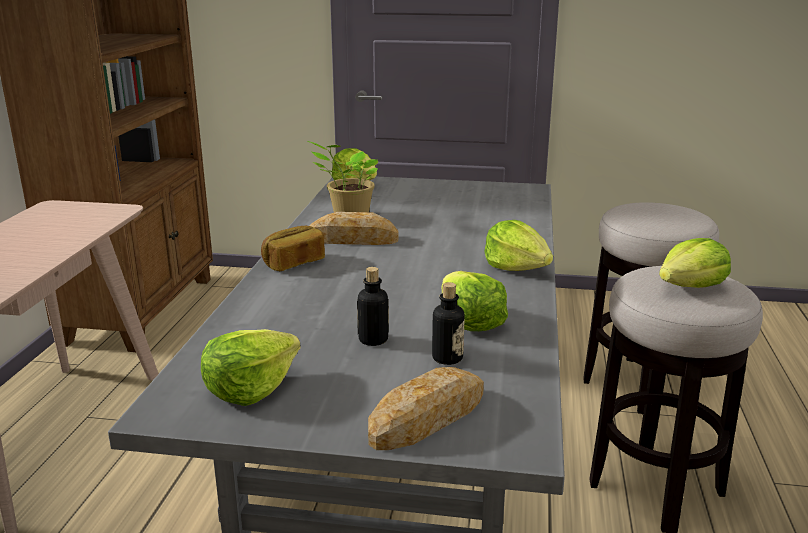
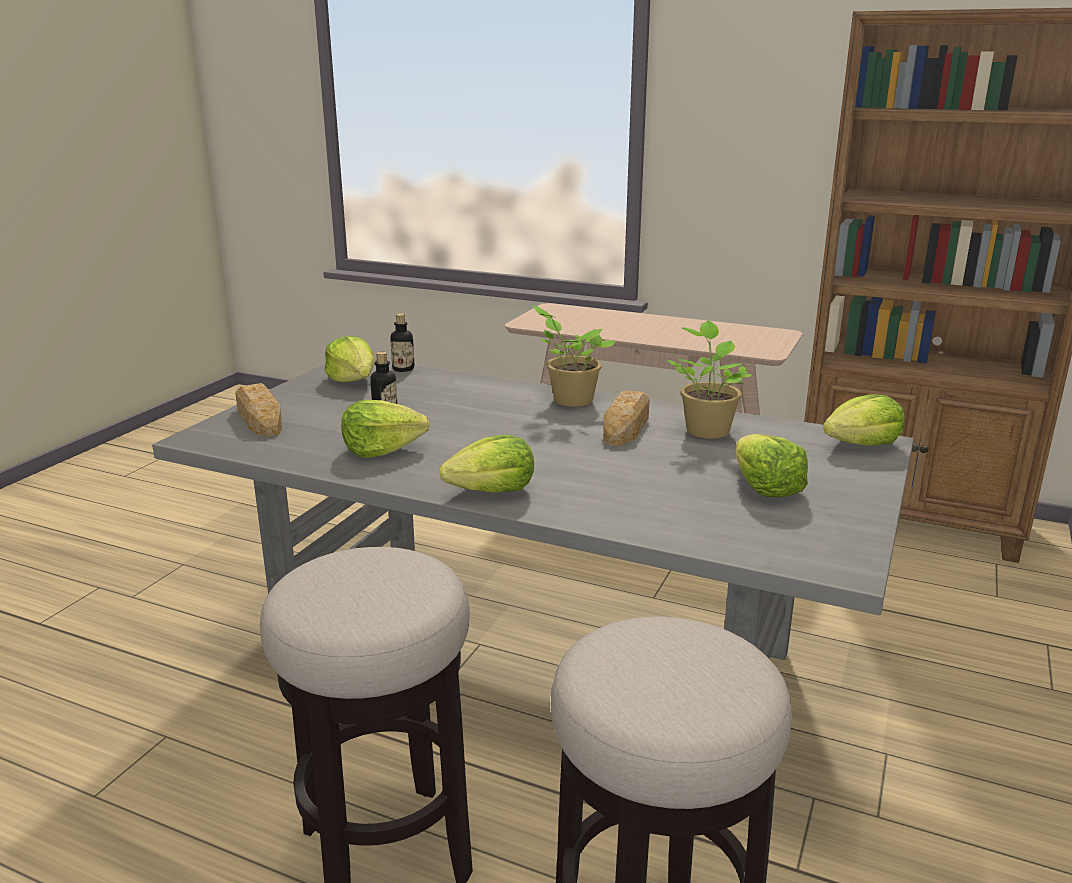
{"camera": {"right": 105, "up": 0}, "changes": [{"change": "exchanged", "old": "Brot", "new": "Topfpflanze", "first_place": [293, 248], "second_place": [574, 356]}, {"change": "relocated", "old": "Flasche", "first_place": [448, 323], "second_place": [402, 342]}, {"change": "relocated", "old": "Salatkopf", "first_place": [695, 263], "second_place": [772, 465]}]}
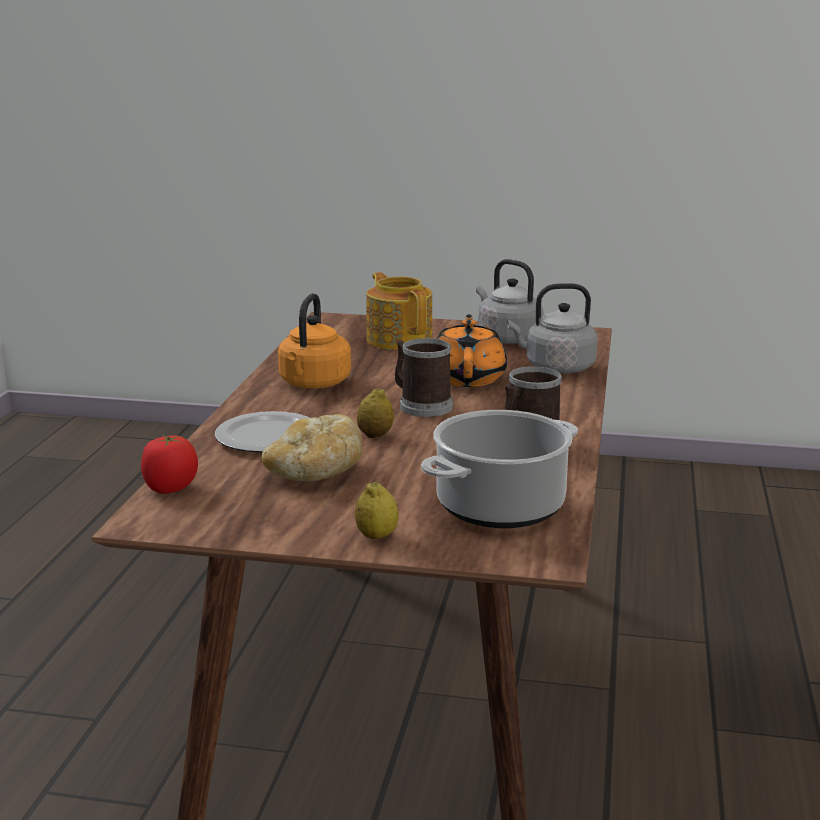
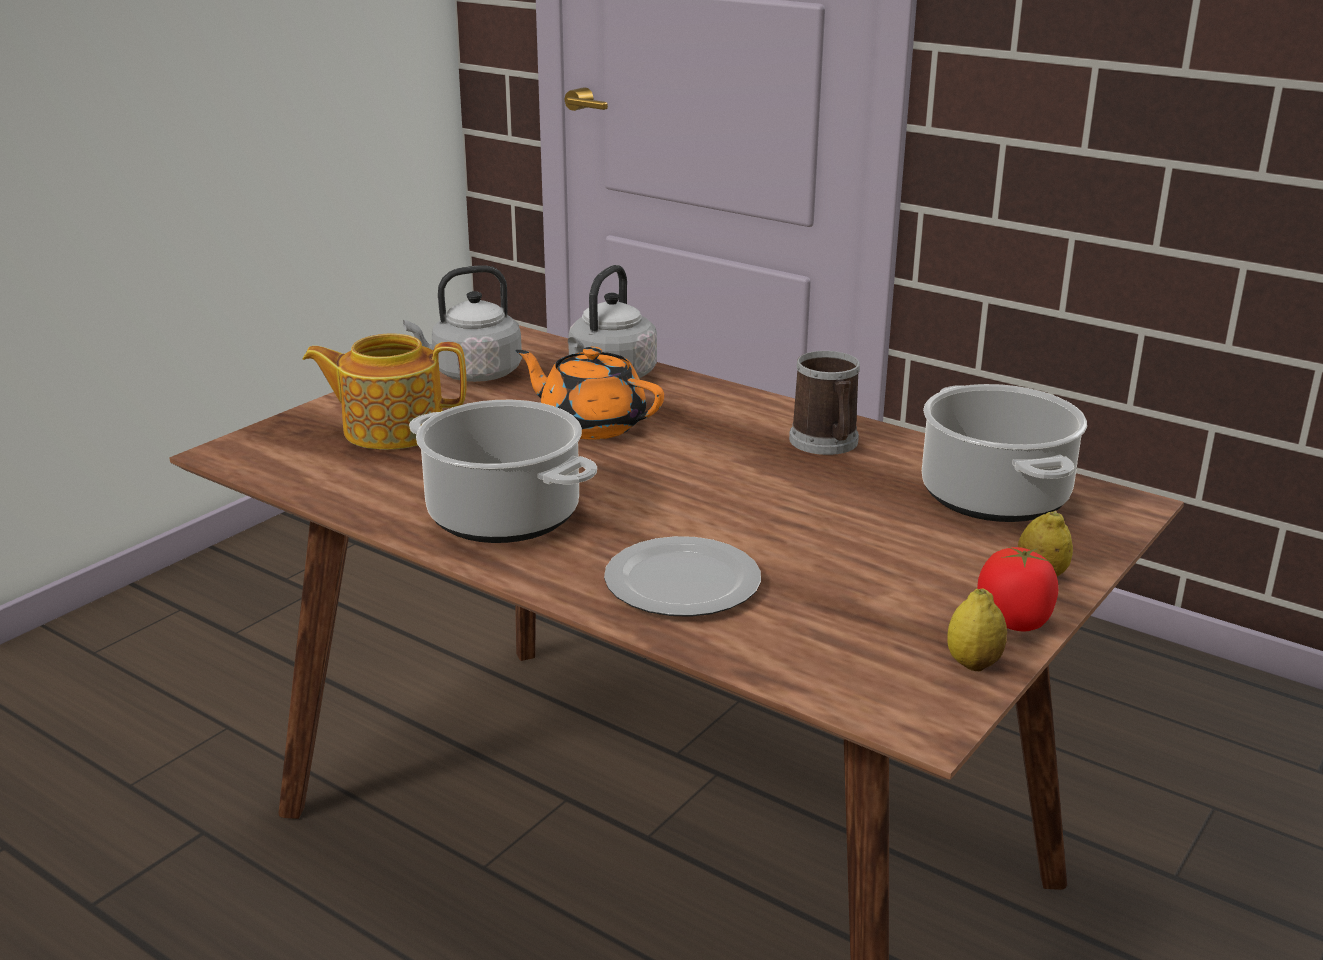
{"camera": {"right": -65, "up": 5}, "changes": [{"change": "relocated", "old": "Tomate", "first_place": [169, 464], "second_place": [1017, 589]}, {"change": "missing", "old": "Brot", "first_place": [312, 447]}, {"change": "exchanged", "old": "Wasserkessel [orange]", "new": "Kochtopf", "first_place": [314, 340], "second_place": [503, 471]}, {"change": "relocated", "old": "Zitrone", "first_place": [375, 413], "second_place": [977, 630]}, {"change": "missing", "old": "Henkelbecher", "first_place": [424, 377]}]}
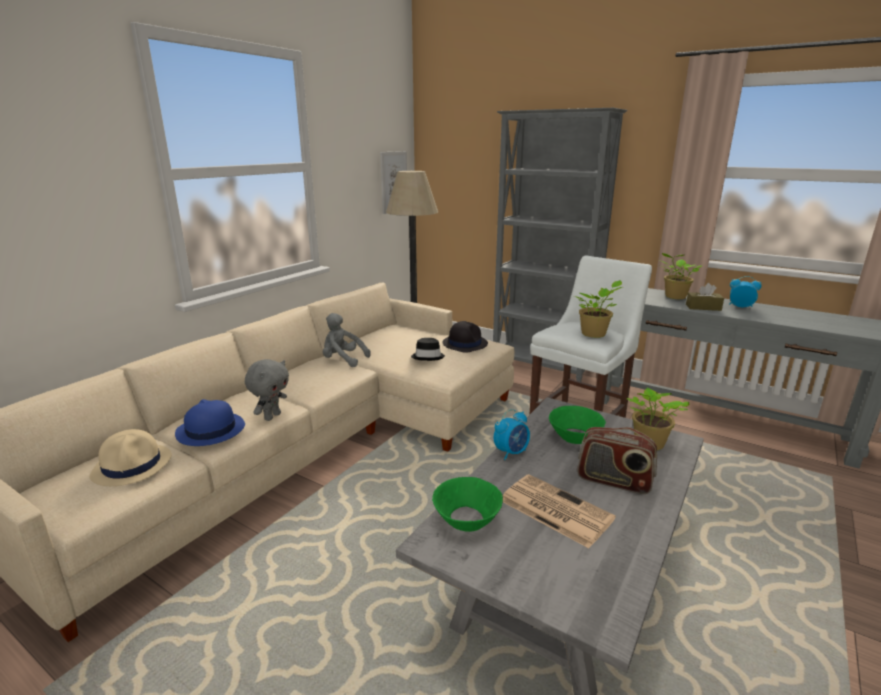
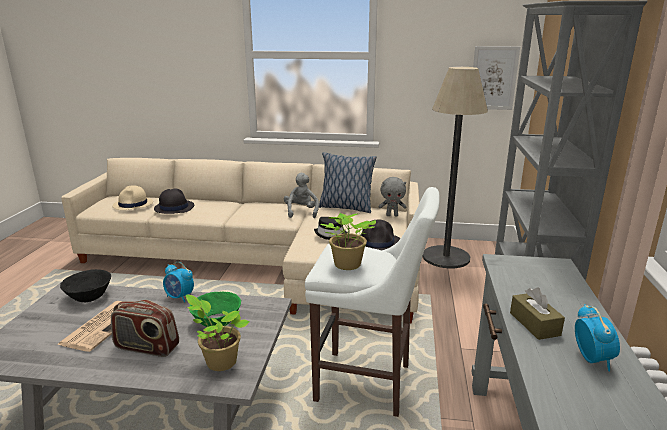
{"camera": {"right": 65, "up": 0}, "changes": [{"change": "colour", "old": "Hut [blau]", "new": "Hut [schwarz]", "first_place": [210, 422], "second_place": [174, 201]}, {"change": "relocated", "old": "Plüschtier [grau]", "first_place": [267, 390], "second_place": [392, 196]}, {"change": "colour", "old": "Schüssel [grün]", "new": "Schüssel [schwarz]", "first_place": [467, 504], "second_place": [85, 286]}, {"change": "spun", "old": "Radio", "first_place": [617, 460], "second_place": [145, 328], "degrees": -75}, {"change": "missing", "old": "Topfpflanze", "first_place": [680, 276]}, {"change": "appeared", "new": "Kissen", "second_place": [347, 183]}]}
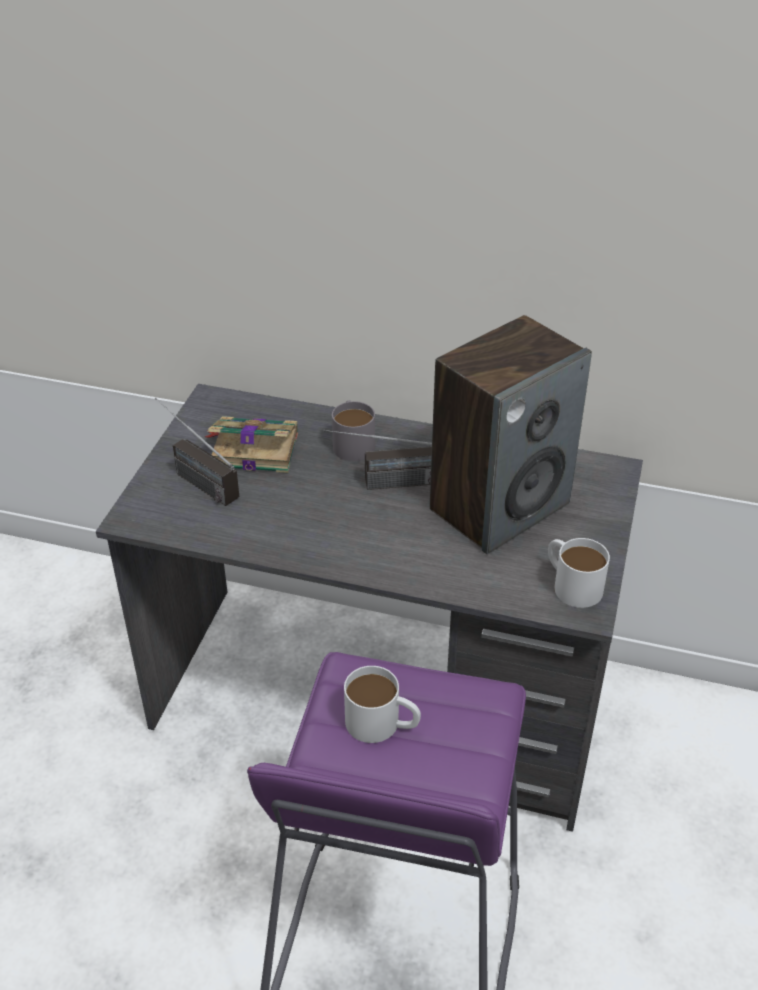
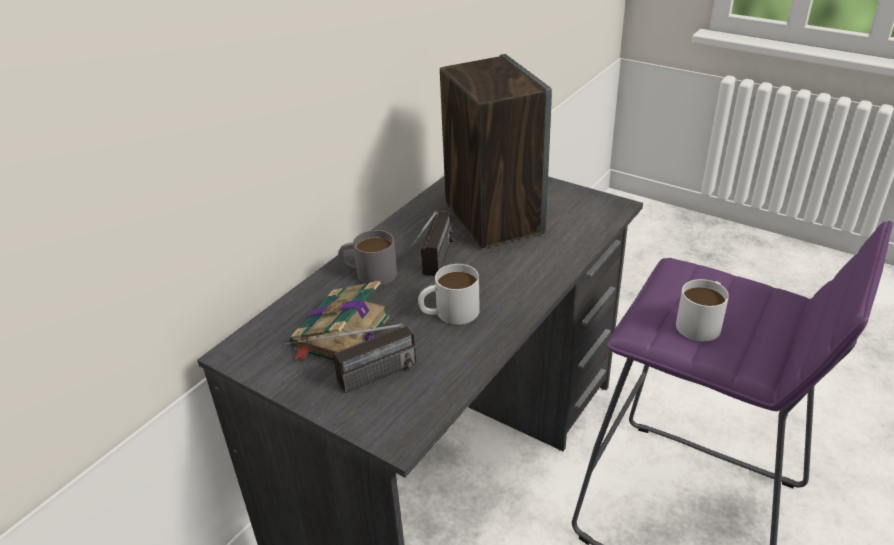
{"camera": {"right": -70, "up": -5}, "changes": [{"change": "relocated", "old": "Henkelbecher [weiß]", "first_place": [579, 573], "second_place": [449, 294]}]}
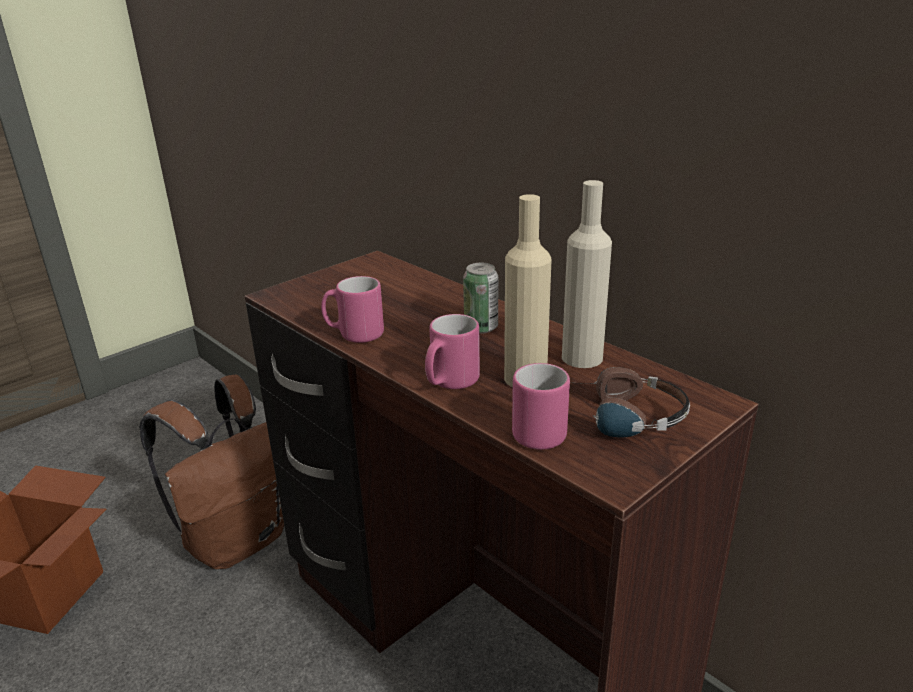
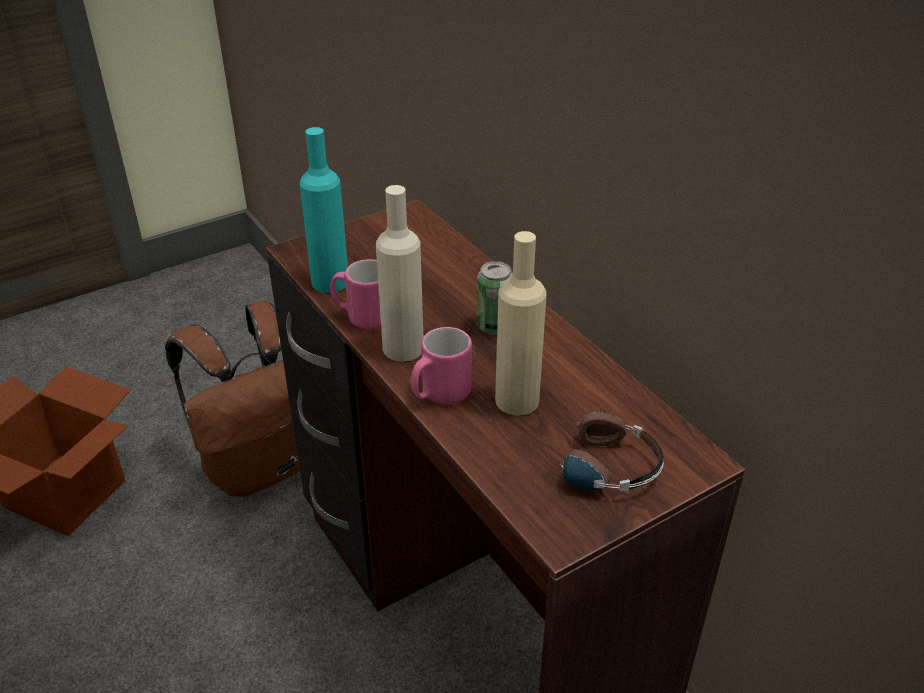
{"camera": {"right": 10, "up": 10}, "changes": [{"change": "missing", "old": "Henkelbecher [rosa]", "first_place": [541, 406]}, {"change": "relocated", "old": "Flasche [beige]", "first_place": [587, 274], "second_place": [399, 273]}, {"change": "appeared", "new": "Flasche [türkis]", "second_place": [324, 210]}]}
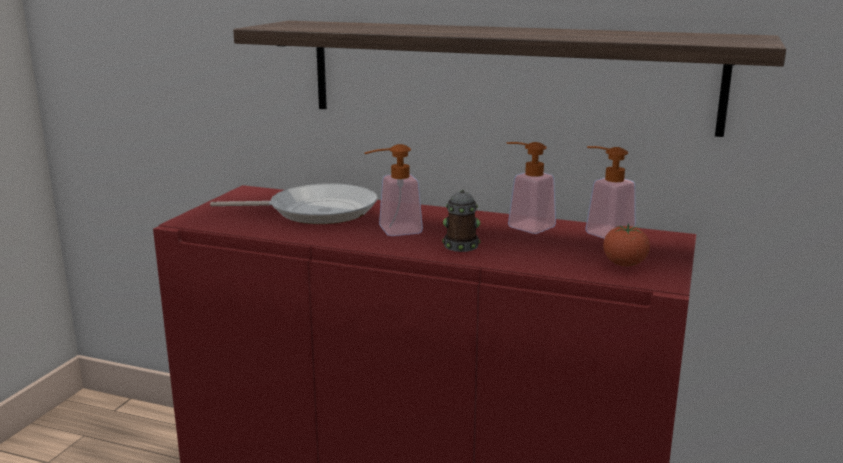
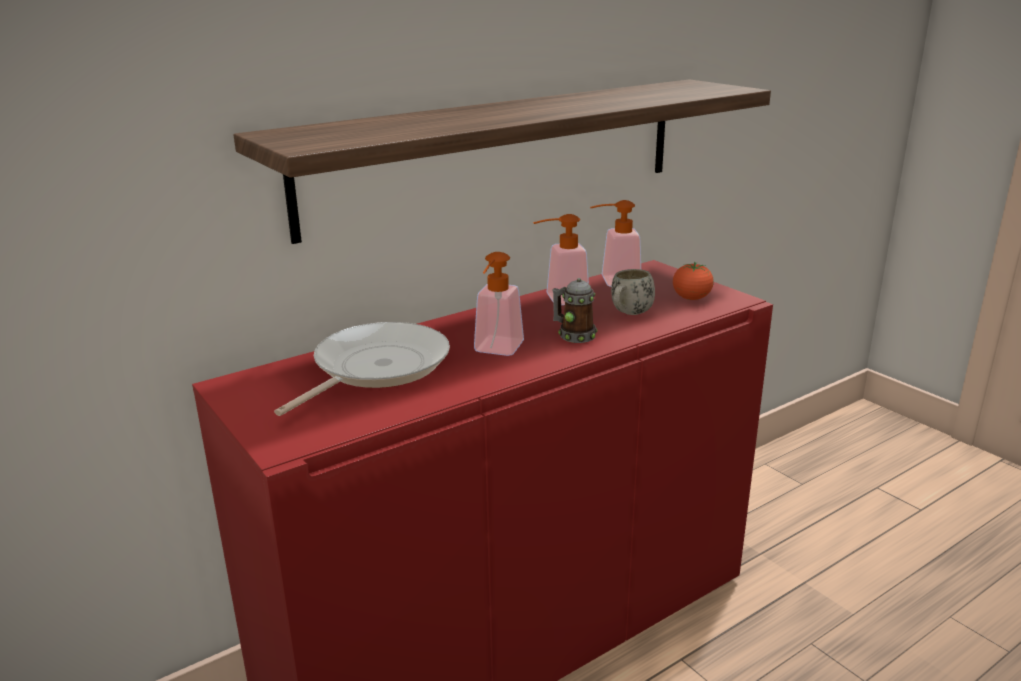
{"camera": {"right": -55, "up": 5}, "changes": [{"change": "appeared", "new": "Henkelbecher [weiß]", "second_place": [633, 292]}]}
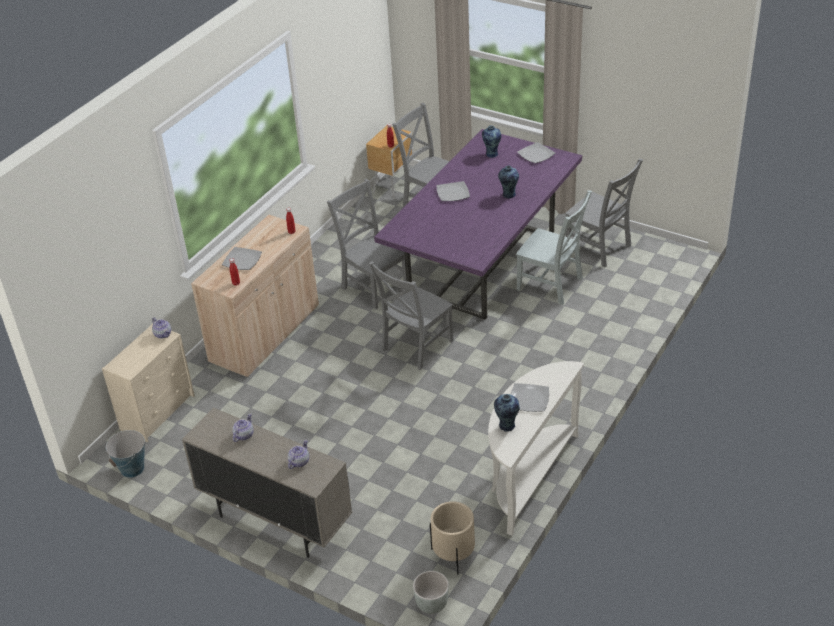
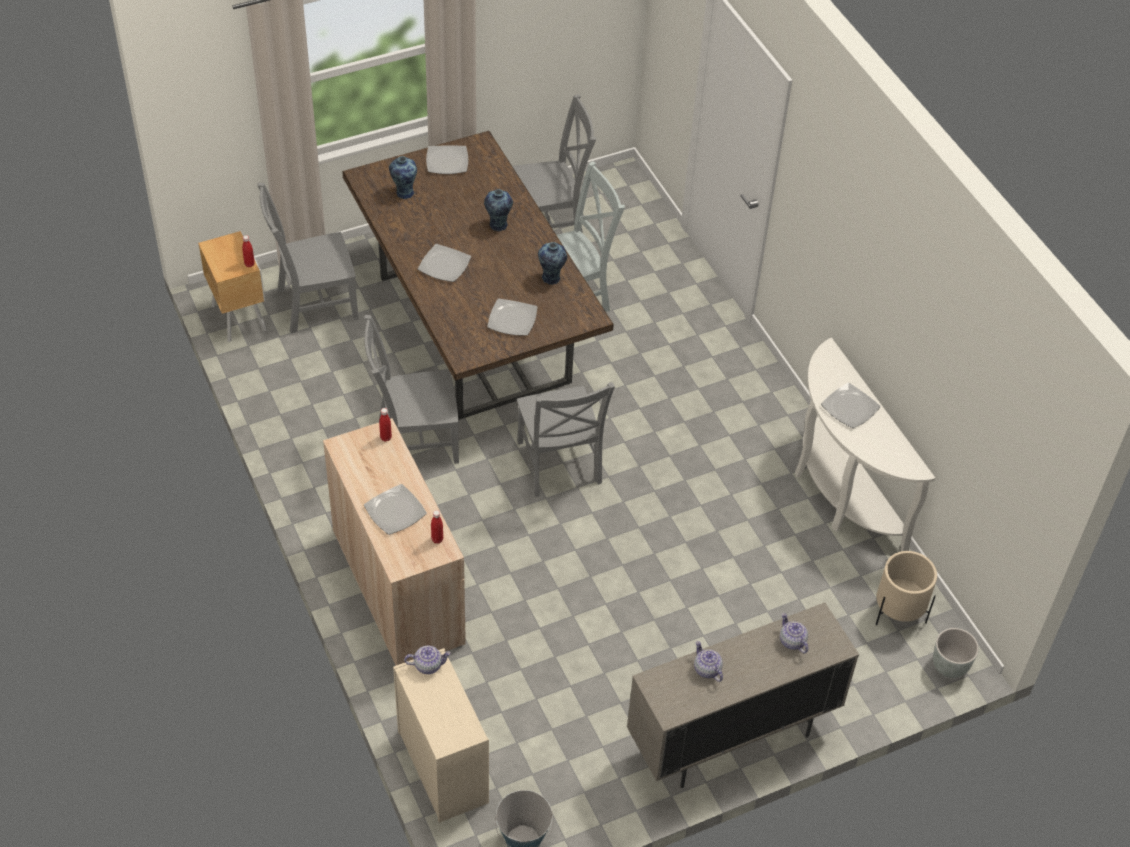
{"camera": {"right": -60, "up": 10}, "changes": [{"change": "colour", "old": "Esstisch [lila]", "new": "Esstisch [braun]", "first_place": [478, 224], "second_place": [478, 275]}, {"change": "relocated", "old": "Vase", "first_place": [507, 412], "second_place": [552, 263]}, {"change": "appeared", "new": "Teller", "second_place": [512, 317]}]}
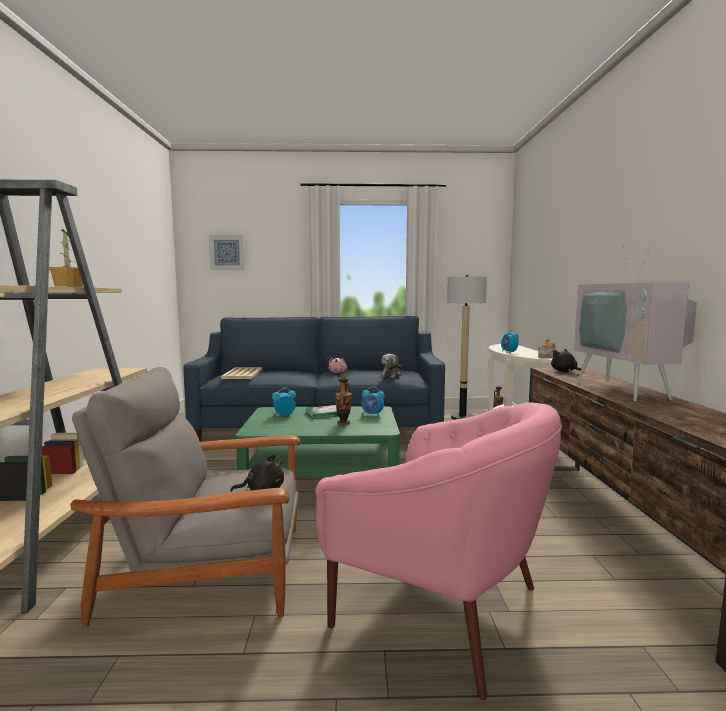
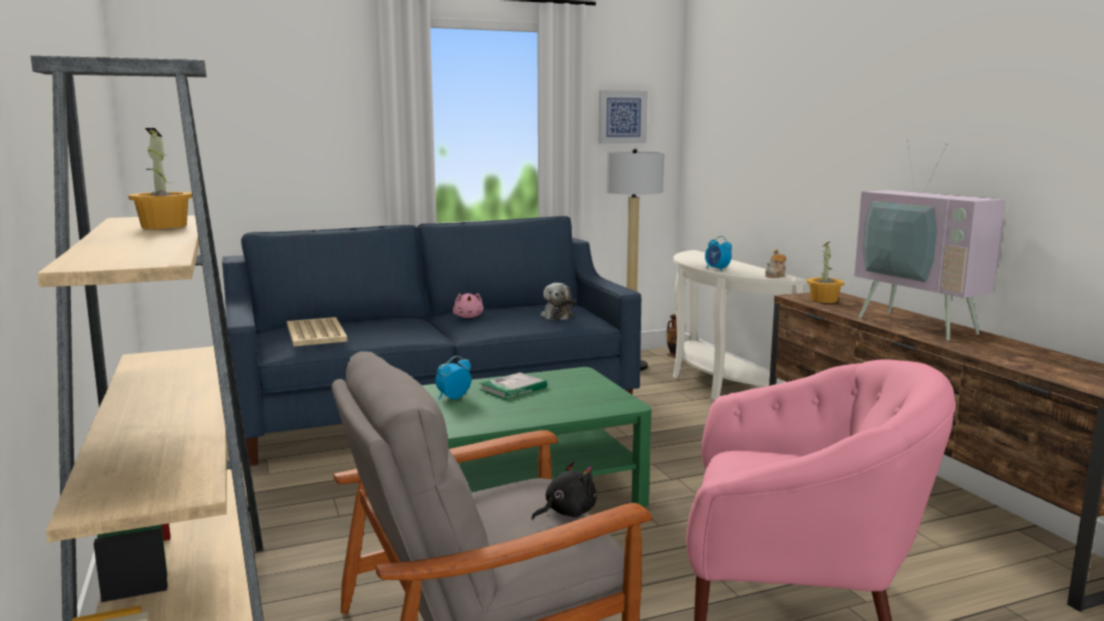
{"camera": {"right": -20, "up": 5}, "changes": [{"change": "relocated", "old": "Bild", "first_place": [227, 252], "second_place": [623, 117]}, {"change": "missing", "old": "Vase", "first_place": [343, 401]}, {"change": "missing", "old": "Wecker", "first_place": [373, 401]}, {"change": "exchanged", "old": "Plüschtier [schwarz]", "new": "Topfpflanze", "first_place": [567, 361], "second_place": [825, 272]}]}
